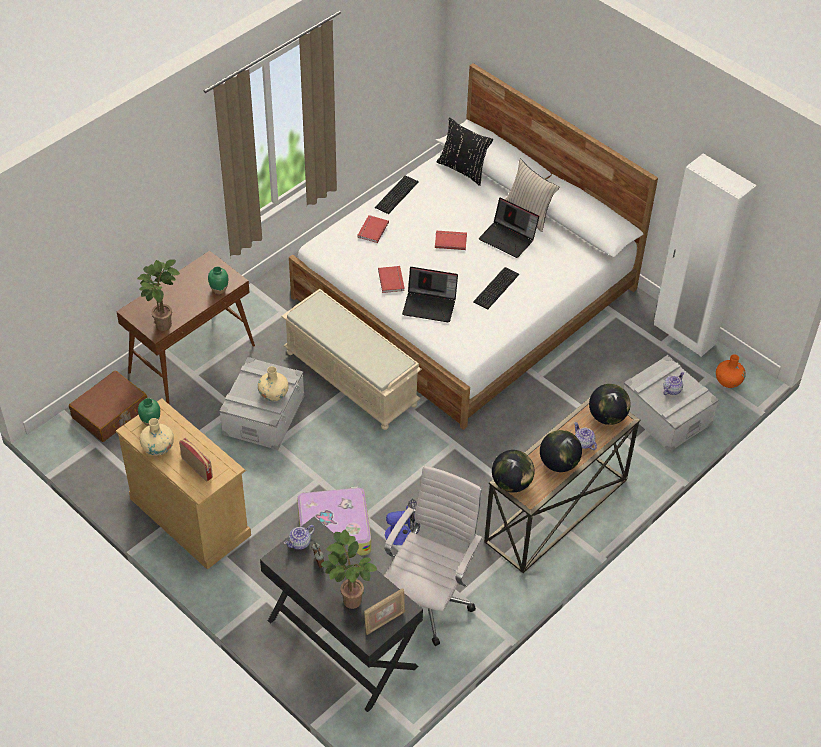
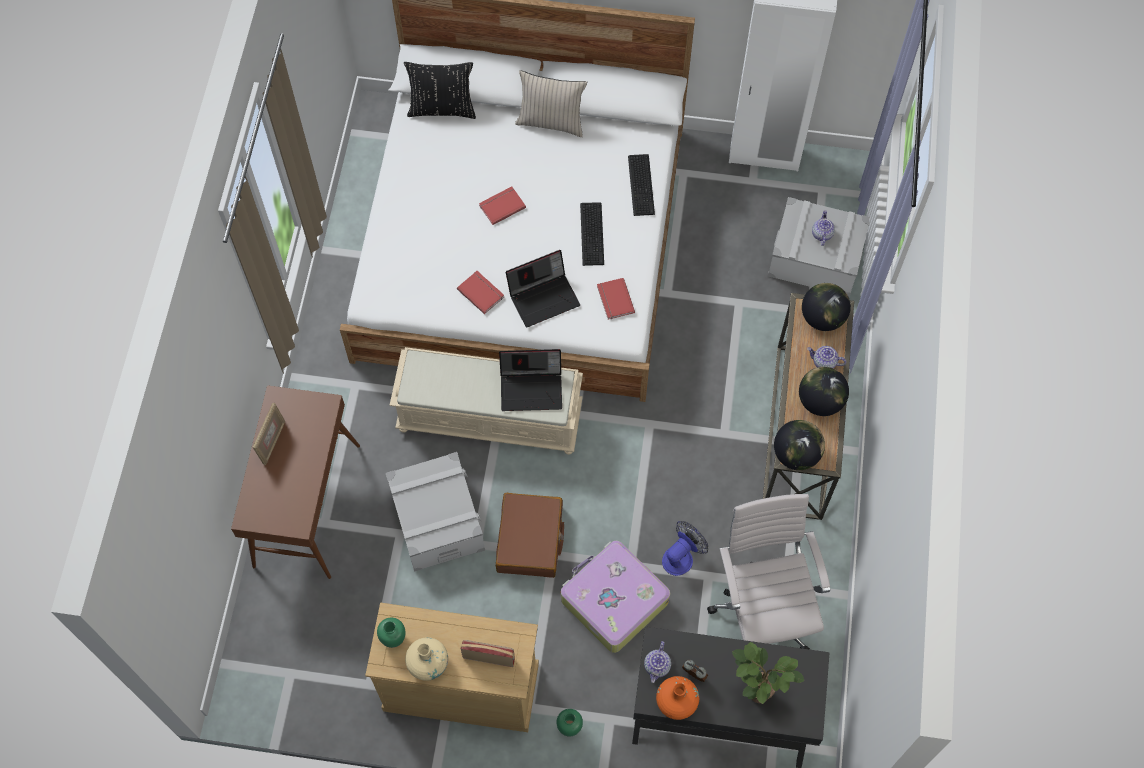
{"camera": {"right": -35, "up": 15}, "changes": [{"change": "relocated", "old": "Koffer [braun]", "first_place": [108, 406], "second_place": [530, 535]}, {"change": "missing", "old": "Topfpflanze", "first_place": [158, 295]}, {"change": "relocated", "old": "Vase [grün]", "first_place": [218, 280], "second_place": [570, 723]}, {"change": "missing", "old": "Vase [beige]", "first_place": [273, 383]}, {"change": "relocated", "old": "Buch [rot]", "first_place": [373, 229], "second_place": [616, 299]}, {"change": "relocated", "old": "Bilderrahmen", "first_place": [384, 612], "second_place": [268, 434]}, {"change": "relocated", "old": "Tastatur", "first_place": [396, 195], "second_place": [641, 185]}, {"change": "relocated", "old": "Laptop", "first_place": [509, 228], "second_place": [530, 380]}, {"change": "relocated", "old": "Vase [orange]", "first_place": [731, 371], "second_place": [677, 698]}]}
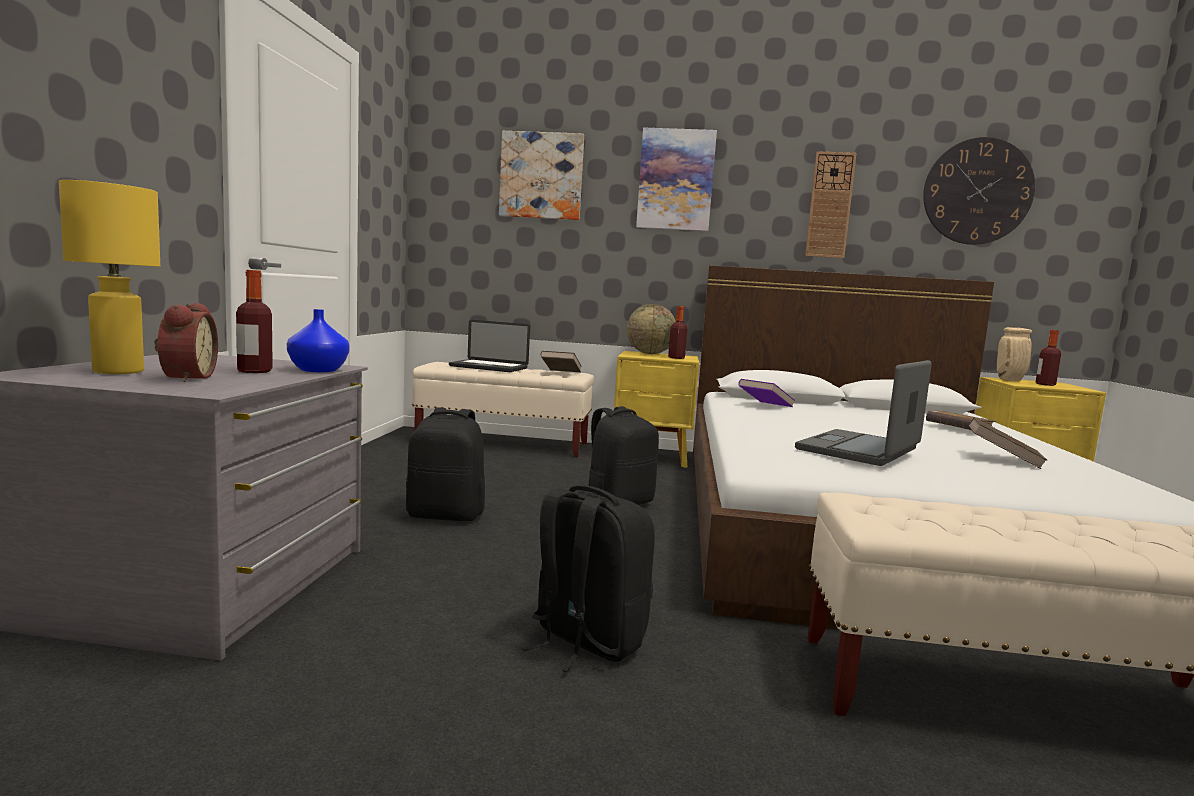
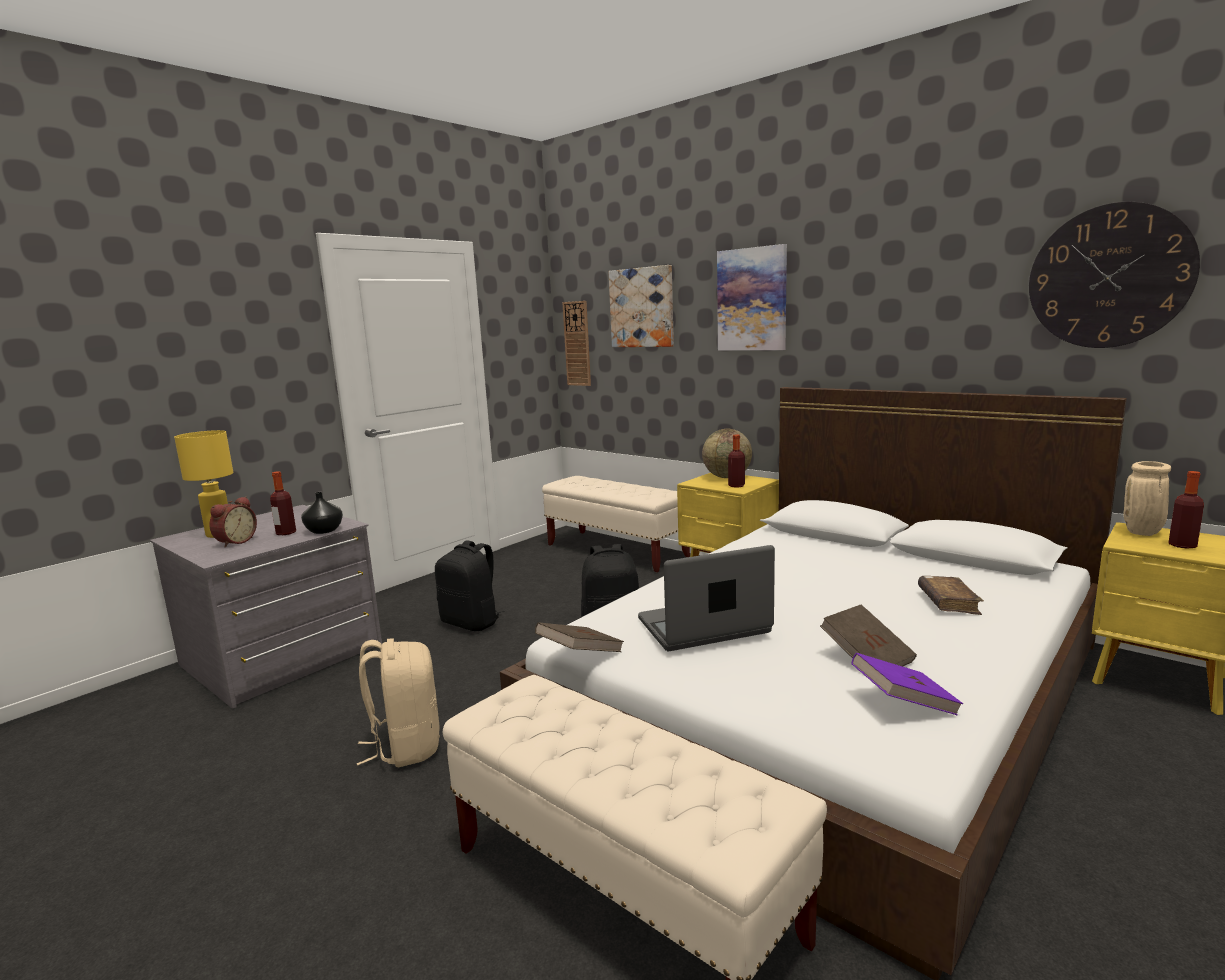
{"camera": {"right": 35, "up": 5}, "changes": [{"change": "colour", "old": "Vase [blau]", "new": "Vase [schwarz]", "first_place": [318, 340], "second_place": [322, 513]}, {"change": "missing", "old": "Laptop", "first_place": [489, 346]}, {"change": "colour", "old": "Rucksack [schwarz]", "new": "Rucksack [beige]", "first_place": [588, 579], "second_place": [398, 702]}, {"change": "relocated", "old": "Buch [braun]", "first_place": [561, 361], "second_place": [579, 637]}, {"change": "relocated", "old": "Buch [lila]", "first_place": [766, 393], "second_place": [907, 684]}, {"change": "relocated", "old": "Wanduhr", "first_place": [831, 204], "second_place": [576, 343]}]}
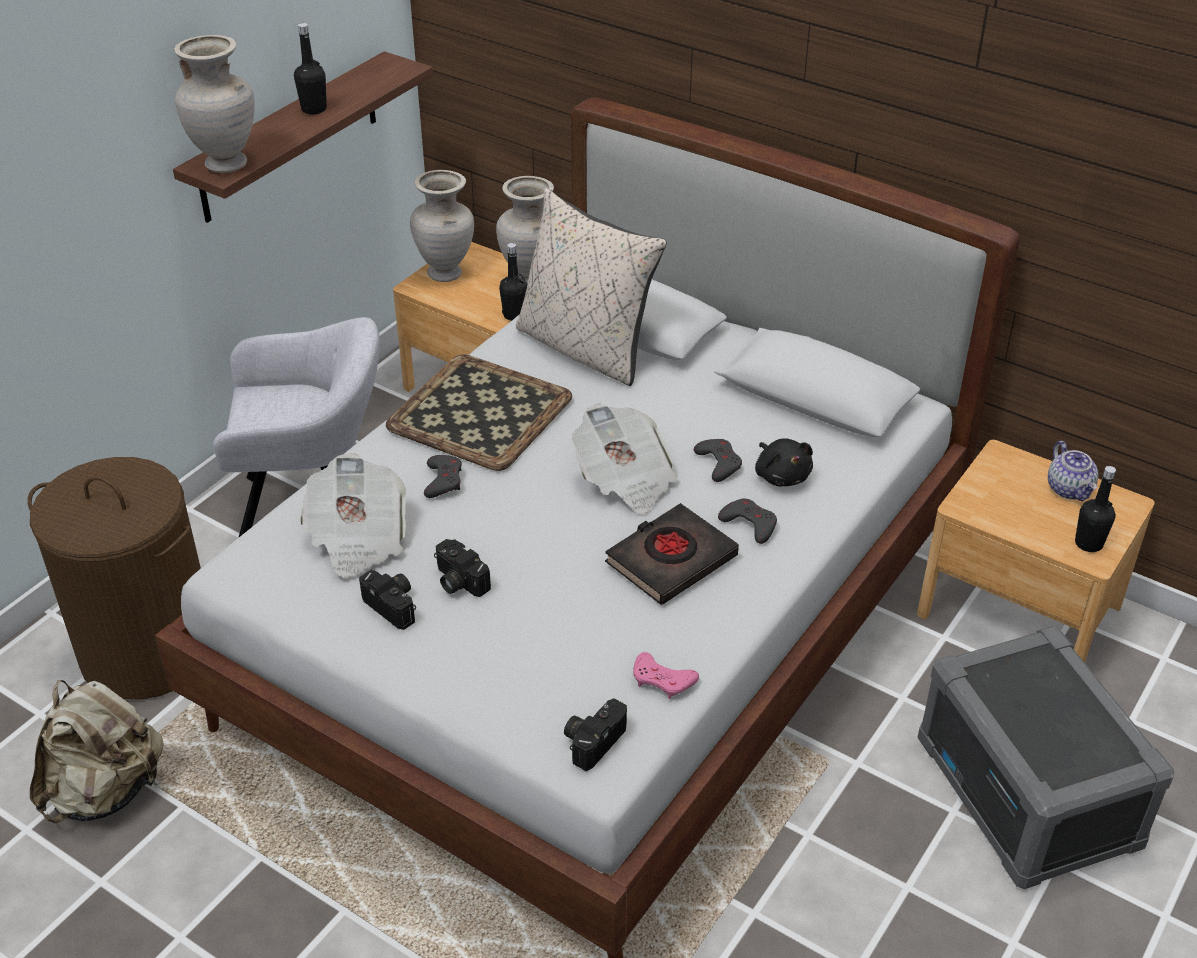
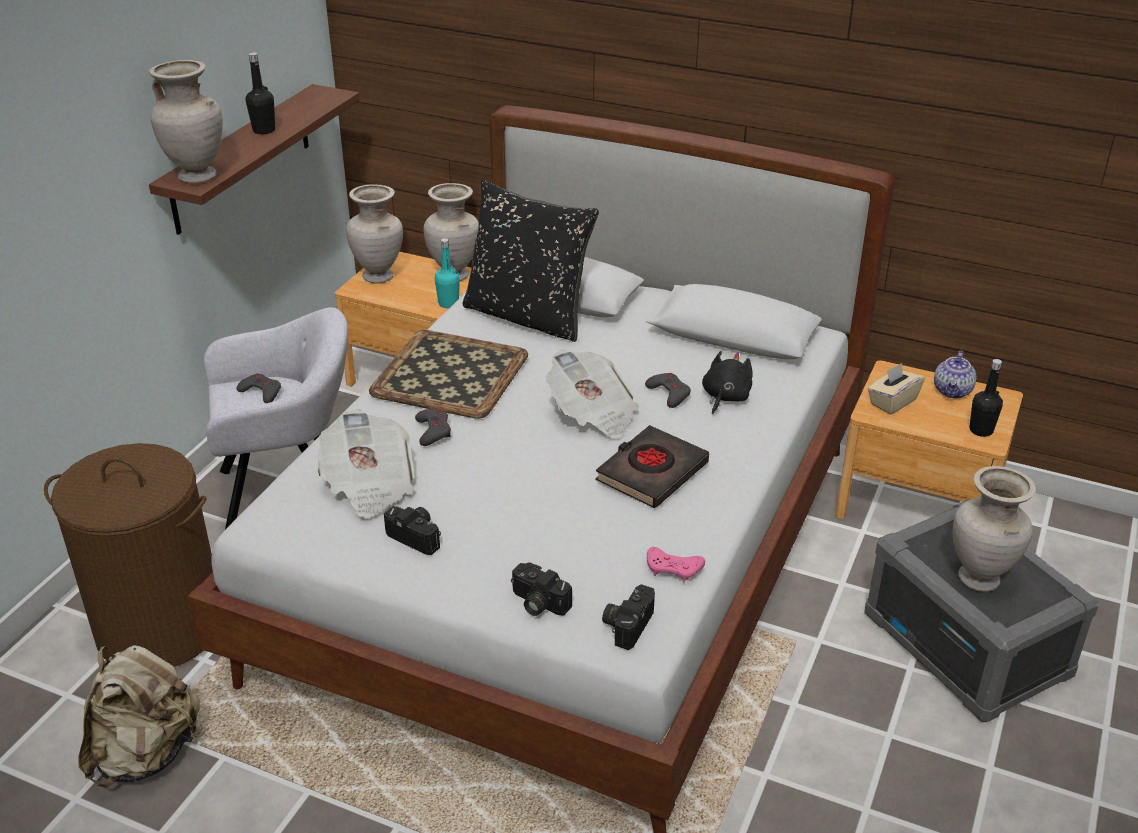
{"camera": {"right": -10, "up": -5}, "changes": [{"change": "relocated", "old": "Kamera", "first_place": [462, 568], "second_place": [541, 589]}, {"change": "colour", "old": "Flasche [schwarz]", "new": "Flasche [türkis]", "first_place": [513, 282], "second_place": [447, 273]}, {"change": "colour", "old": "Kissen [beige]", "new": "Kissen [schwarz]", "first_place": [591, 287], "second_place": [531, 260]}, {"change": "relocated", "old": "Gamepad [grau]", "first_place": [747, 521], "second_place": [259, 388]}, {"change": "spun", "old": "Plüschtier [schwarz]", "first_place": [784, 462], "second_place": [727, 383], "degrees": -120}, {"change": "spun", "old": "Teekanne", "first_place": [1073, 471], "second_place": [955, 374], "degrees": 45}, {"change": "appeared", "new": "Taschentuchbox [beige]", "second_place": [896, 388]}, {"change": "appeared", "new": "Vase [beige]", "second_place": [994, 529]}]}
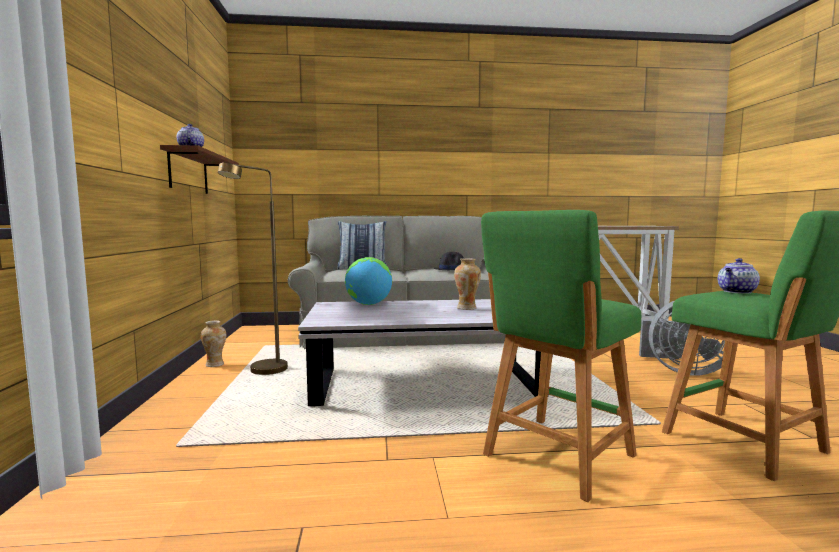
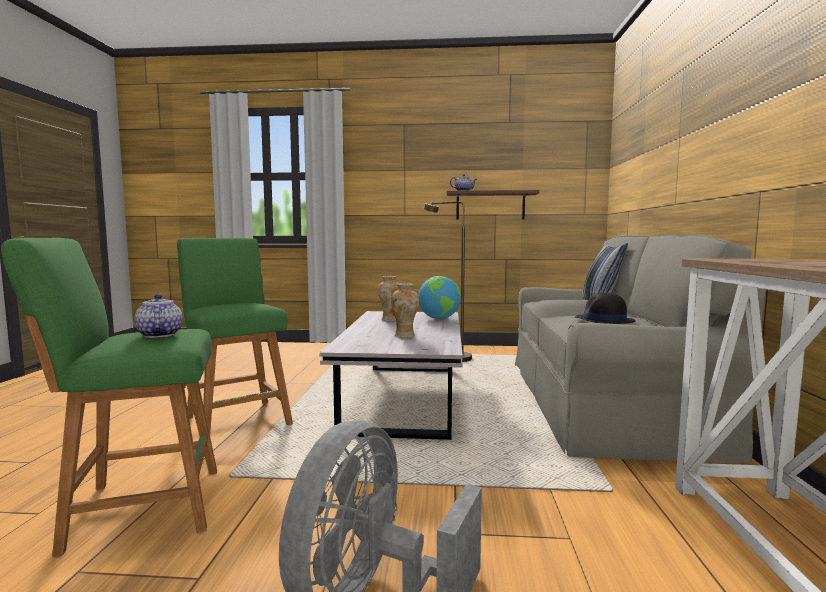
{"camera": {"right": 100, "up": 0}, "changes": [{"change": "relocated", "old": "Vase", "first_place": [213, 343], "second_place": [388, 298]}]}
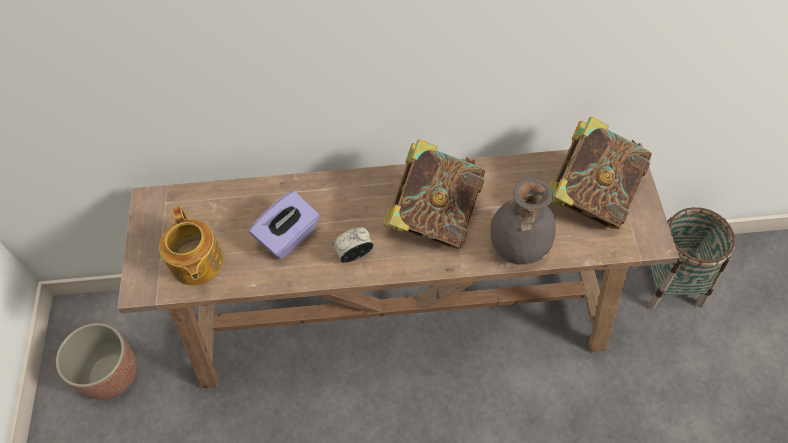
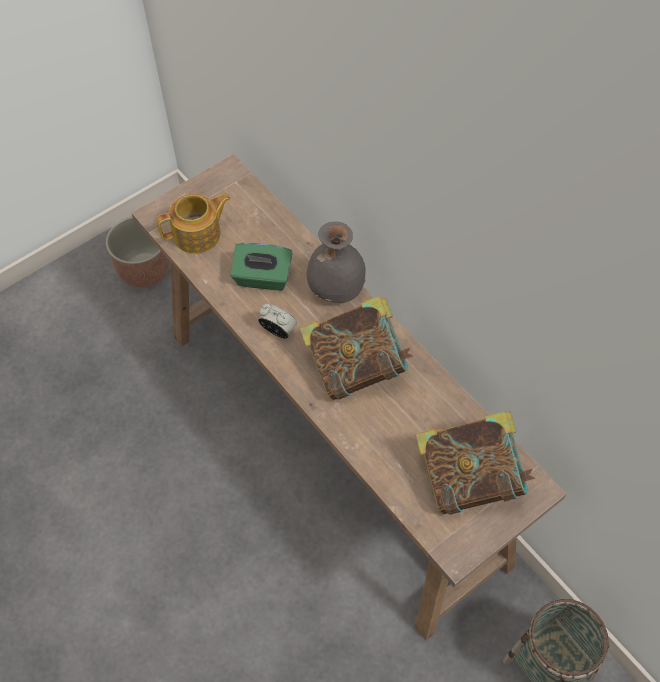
{"camera": {"right": 55, "up": 0}, "changes": [{"change": "spun", "old": "Teekanne", "first_place": [191, 246], "second_place": [193, 224], "degrees": -150}, {"change": "colour", "old": "Taschentuchbox [lila]", "new": "Taschentuchbox [grün]", "first_place": [284, 225], "second_place": [261, 266]}, {"change": "relocated", "old": "Vase [grau]", "first_place": [523, 221], "second_place": [336, 262]}]}
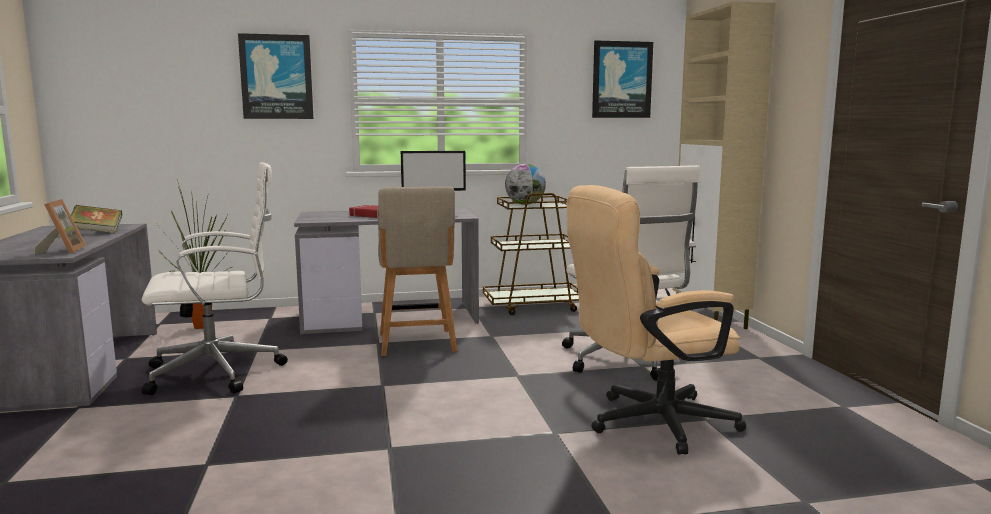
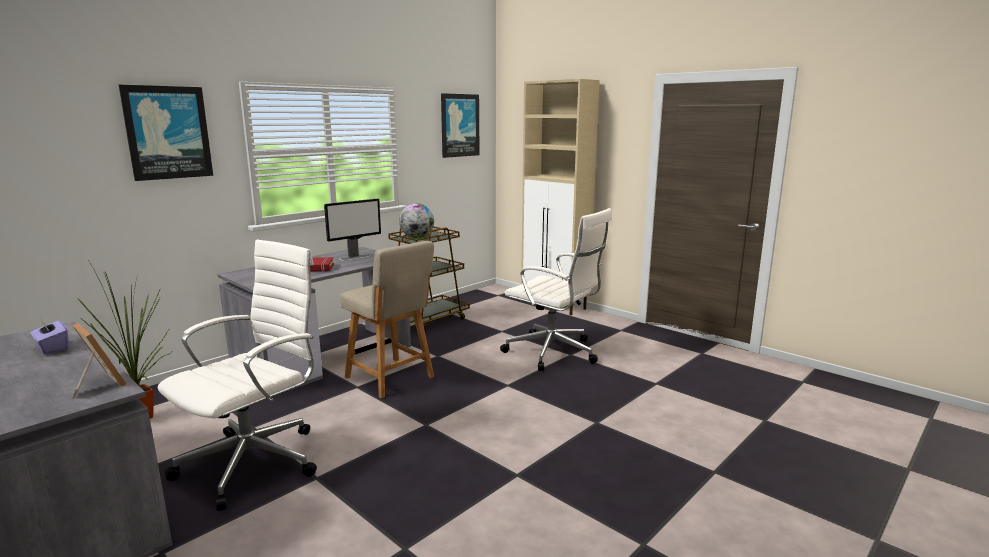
{"camera": {"right": -35, "up": 5}, "changes": [{"change": "exchanged", "old": "Buch", "new": "Taschentuchbox [lila]", "first_place": [96, 219], "second_place": [50, 336]}, {"change": "missing", "old": "Bürostuhl [beige]", "first_place": [656, 320]}]}
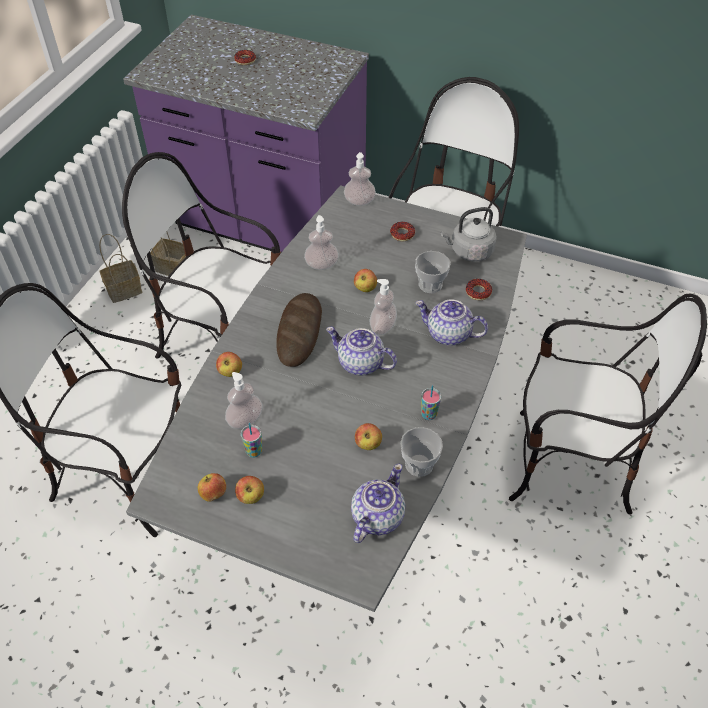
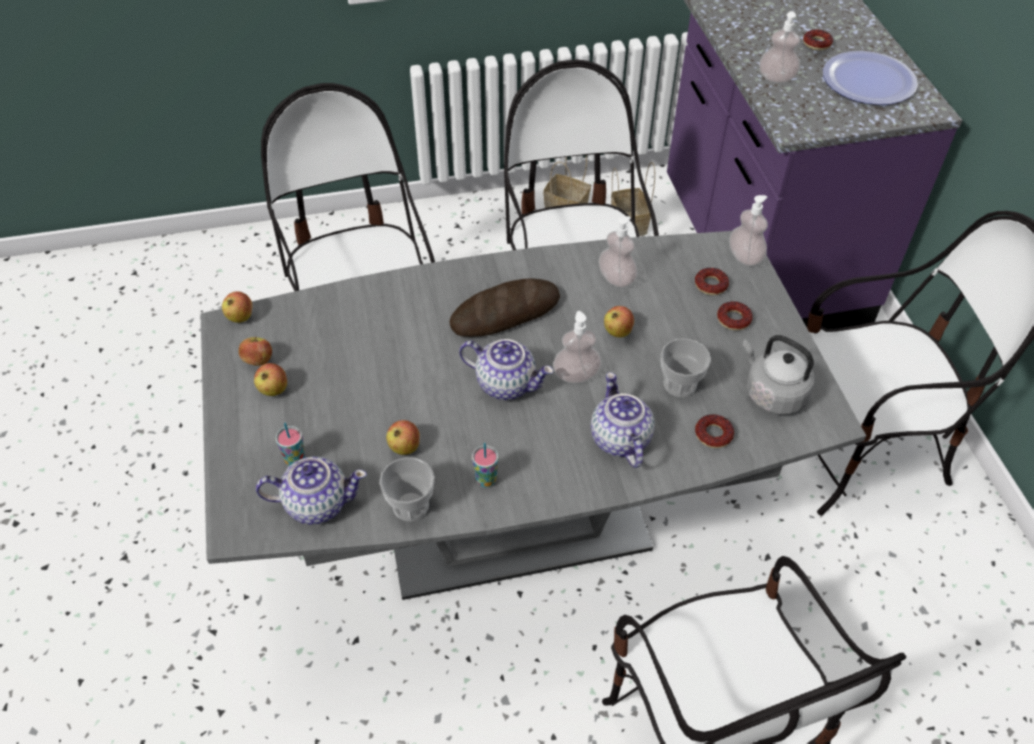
{"camera": {"right": 55, "up": 0}, "changes": [{"change": "relocated", "old": "Apfel", "first_place": [229, 364], "second_place": [237, 307]}, {"change": "relocated", "old": "Seifenspender", "first_place": [244, 400], "second_place": [779, 47]}, {"change": "relocated", "old": "Tasse", "first_place": [251, 440], "second_place": [291, 444]}, {"change": "spun", "old": "Teekanne", "first_place": [361, 351], "second_place": [506, 369], "degrees": 120}, {"change": "appeared", "new": "Donut", "second_place": [712, 281]}, {"change": "appeared", "new": "Teller", "second_place": [870, 78]}]}
